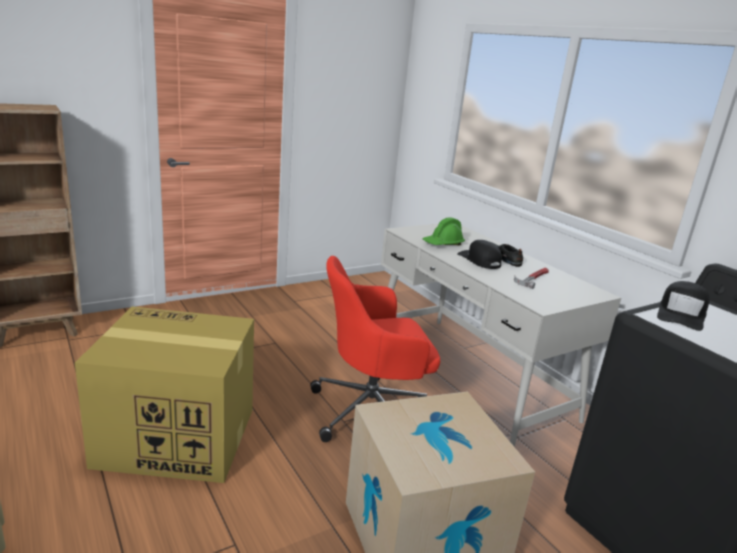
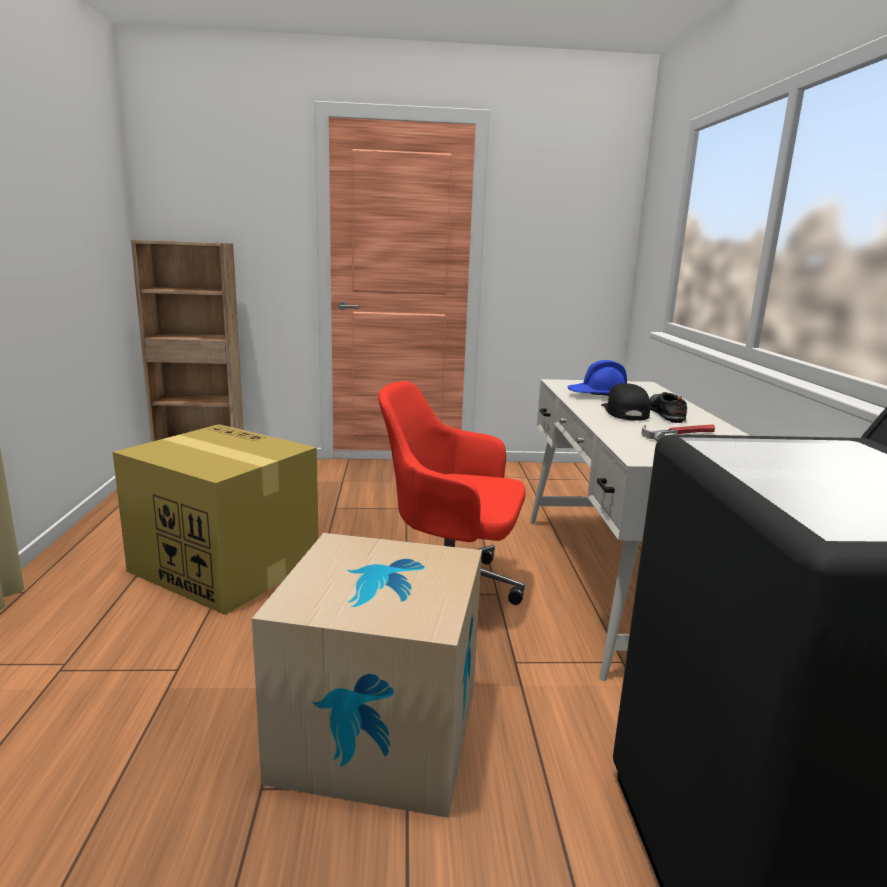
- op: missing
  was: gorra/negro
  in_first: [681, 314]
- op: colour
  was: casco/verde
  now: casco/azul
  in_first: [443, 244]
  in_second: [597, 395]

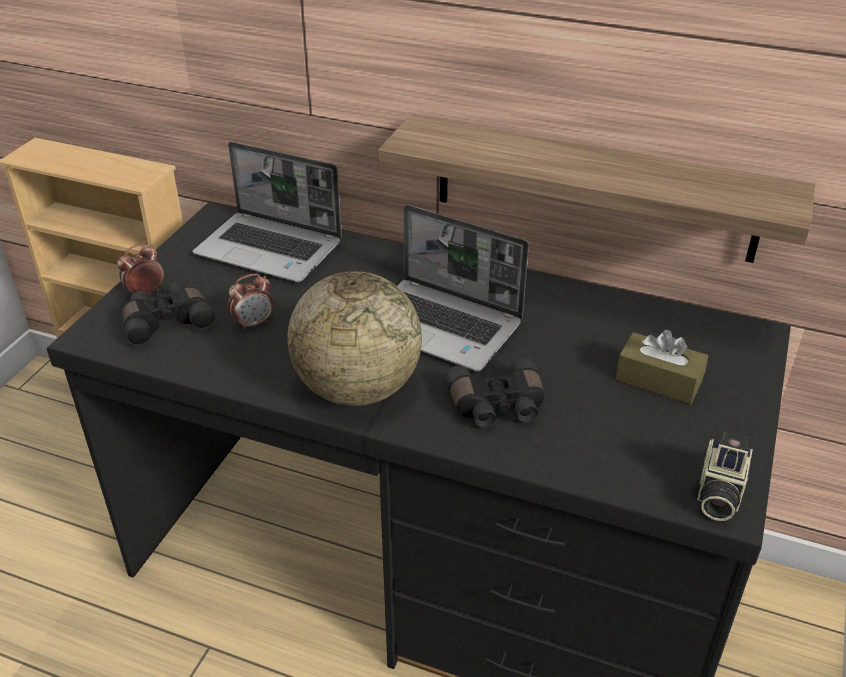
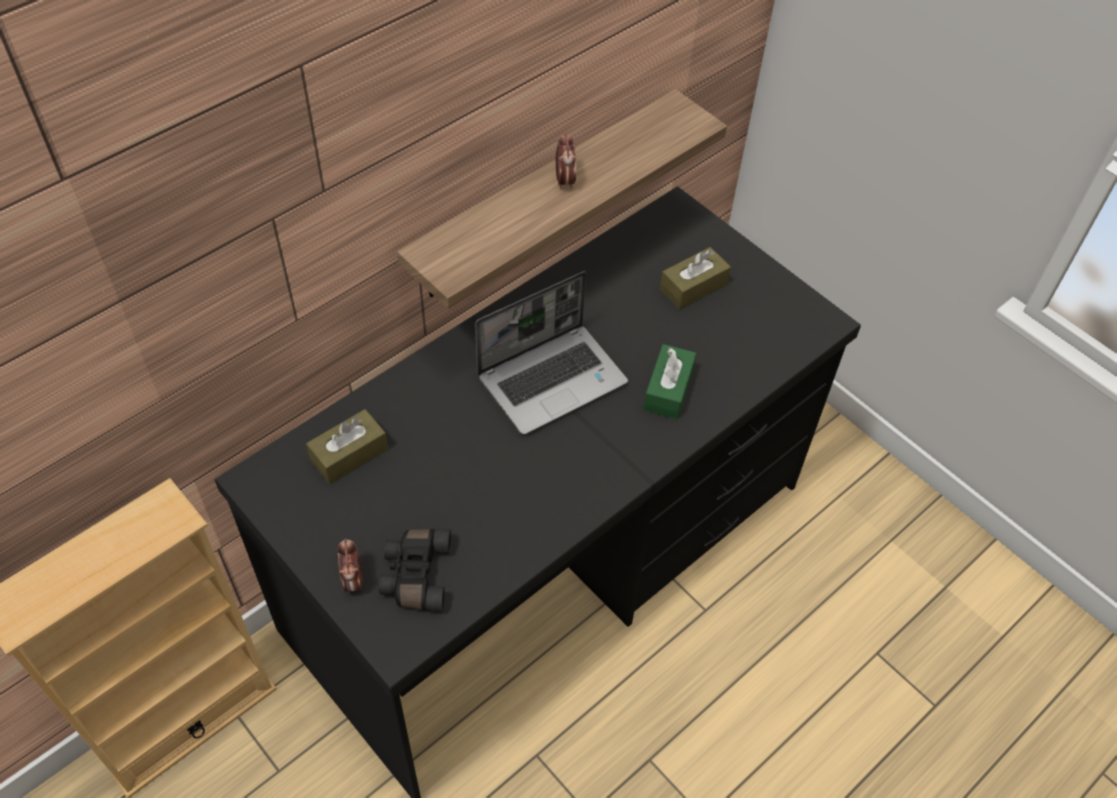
- op: missing
  was: globo terráqueo
  in_first: [357, 388]
- op: missing
  was: cámara
  in_first: [717, 494]
- op: relocated
  was: despertador
  in_first: [253, 323]
  in_second: [564, 181]
- op: exchanged
  was: portátil
  now: caja de pañuelos/marrón
  in_first: [271, 249]
  in_second: [349, 455]
- op: exchanged
  was: prismáticos/negro
  now: caja de pañuelos/verde
  in_first: [497, 407]
  in_second: [668, 390]

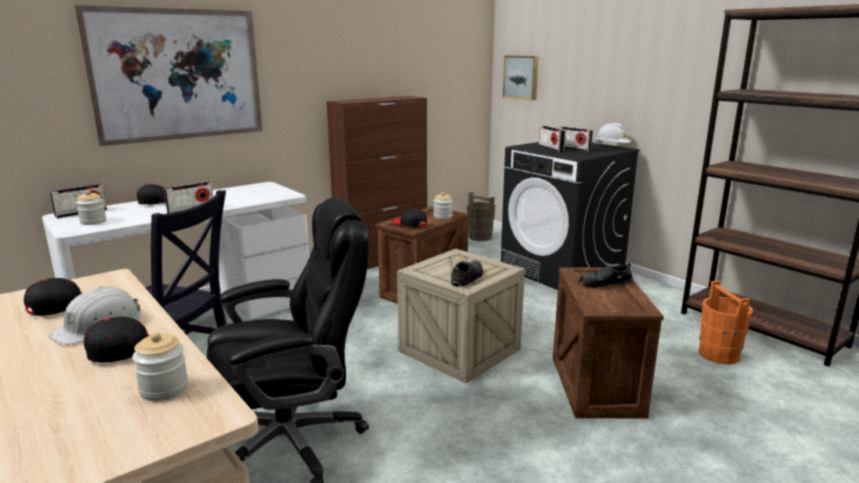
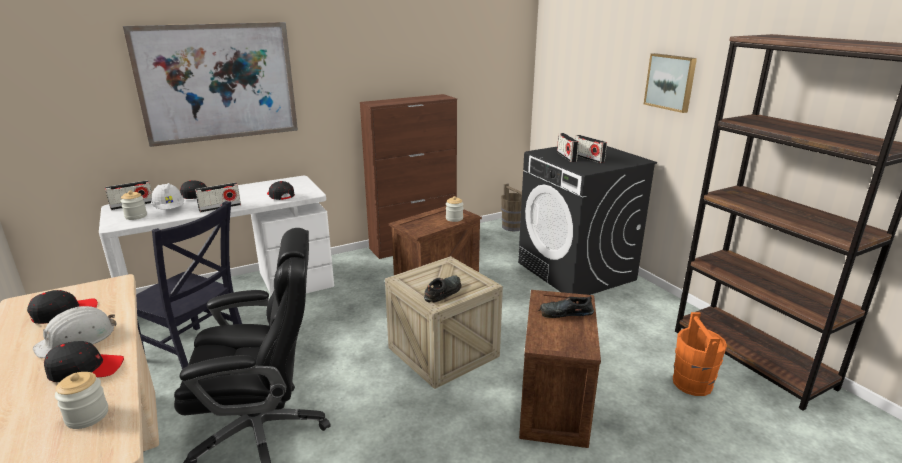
- op: relocated
  was: gorra/negro
  in_first: [410, 224]
  in_second: [280, 195]
- op: relocated
  was: cuadro
  in_first: [521, 77]
  in_second: [671, 82]
- op: relocated
  was: casco/blanco
  in_first: [612, 147]
  in_second: [169, 209]

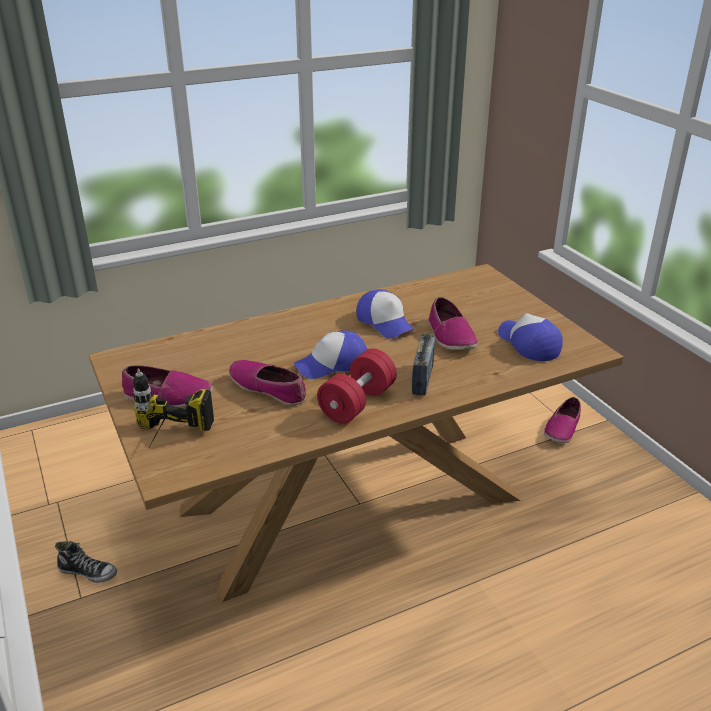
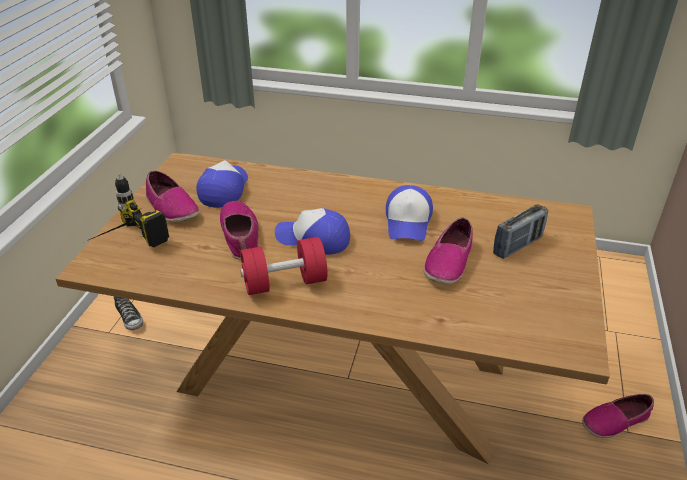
- op: relocated
  was: radio
  in_first: [422, 379]
  in_second: [517, 246]
- op: relocated
  was: gorra
  in_first: [528, 344]
  in_second: [224, 189]

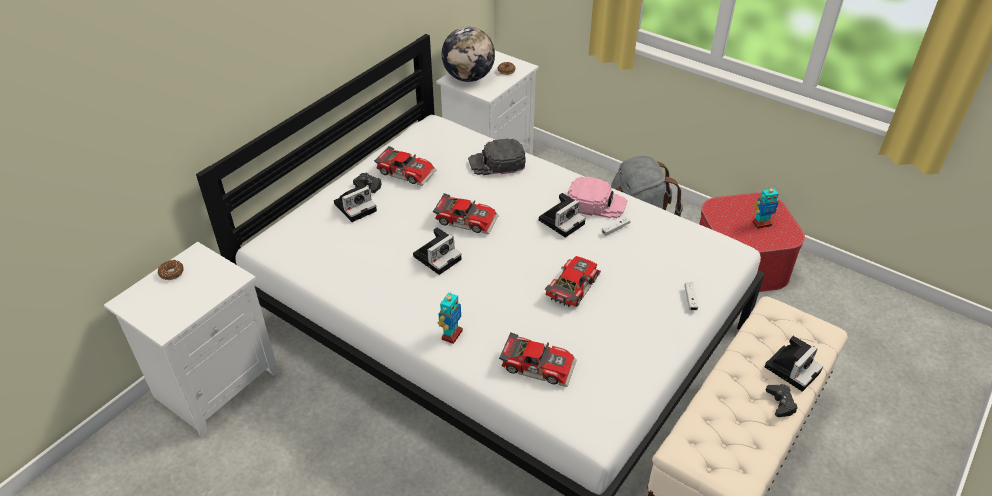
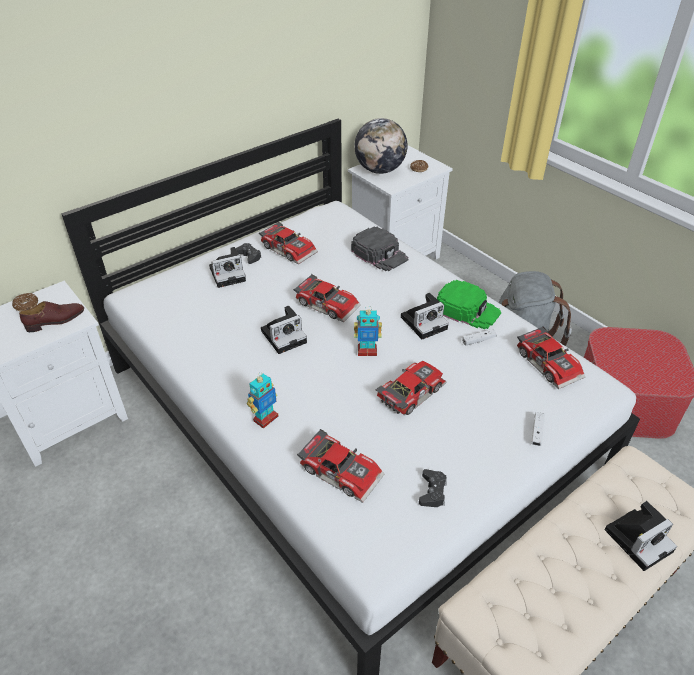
- op: appeared
  now: zapato/marrón
  in_second: [56, 320]
- op: appeared
  now: coche de juguete
  in_second: [550, 363]
- op: relocated
  was: robot de juguete
  in_first: [761, 223]
  in_second: [367, 351]
- op: relocated
  was: mando de consola/negro
  in_first: [780, 403]
  in_second: [432, 491]
- op: colour
  was: gorra/rosa
  now: gorra/verde
  in_first: [596, 202]
  in_second: [467, 309]
- op: spun
  was: gorra/negro
  in_first: [497, 162]
  in_second: [380, 254]
  clockwise: -135

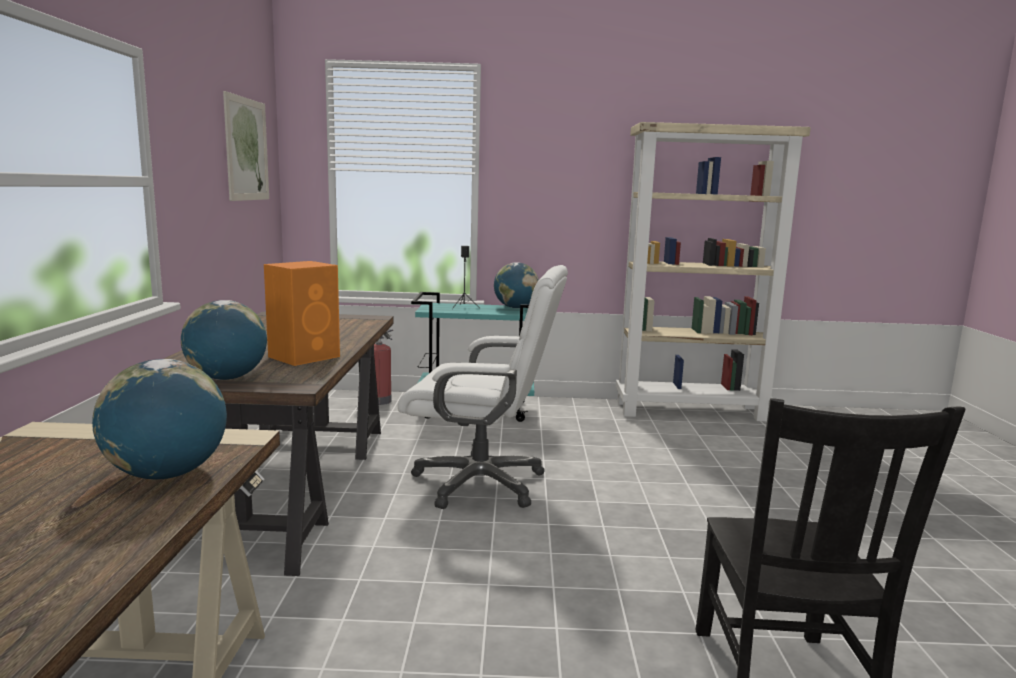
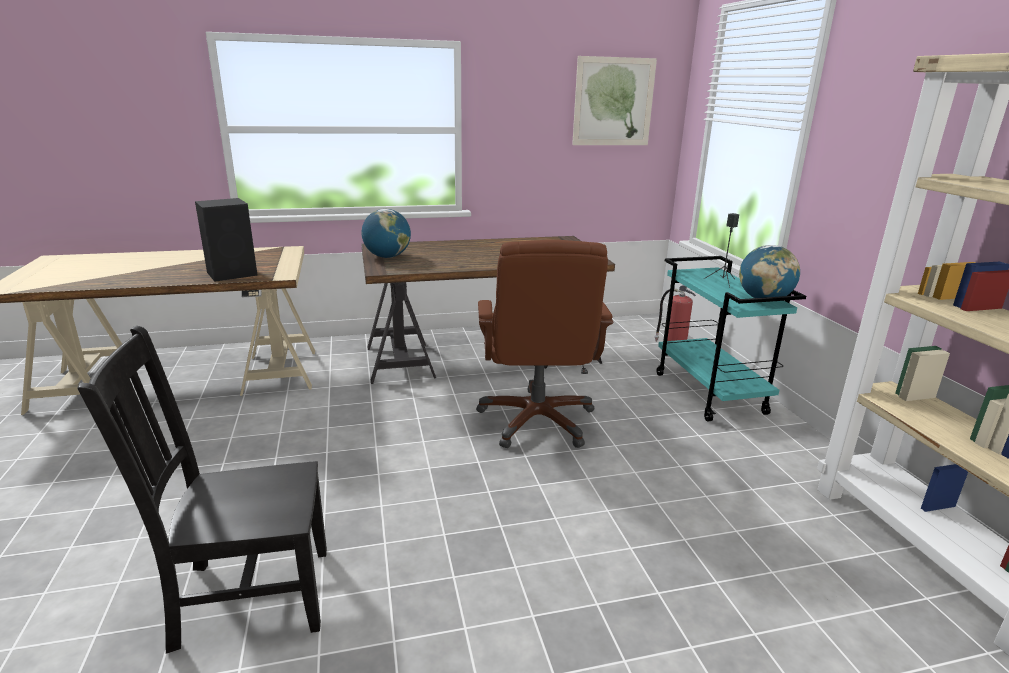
- op: missing
  was: altavoz/naranja
  in_first: [305, 356]
- op: exchanged
  was: globo terráqueo
  now: altavoz/negro
  in_first: [166, 474]
  in_second: [233, 273]
- op: colour
  was: silla de oficina/blanco
  now: silla de oficina/marrón
  in_first: [481, 483]
  in_second: [537, 421]

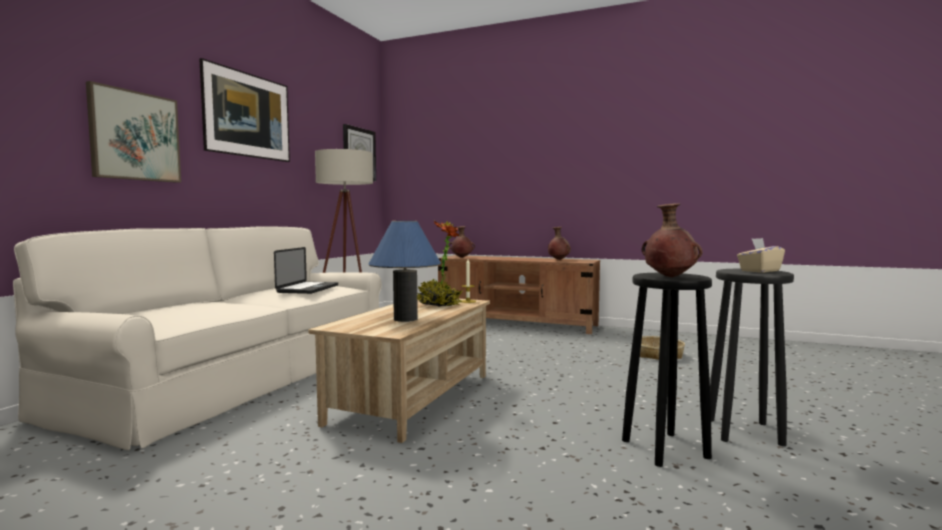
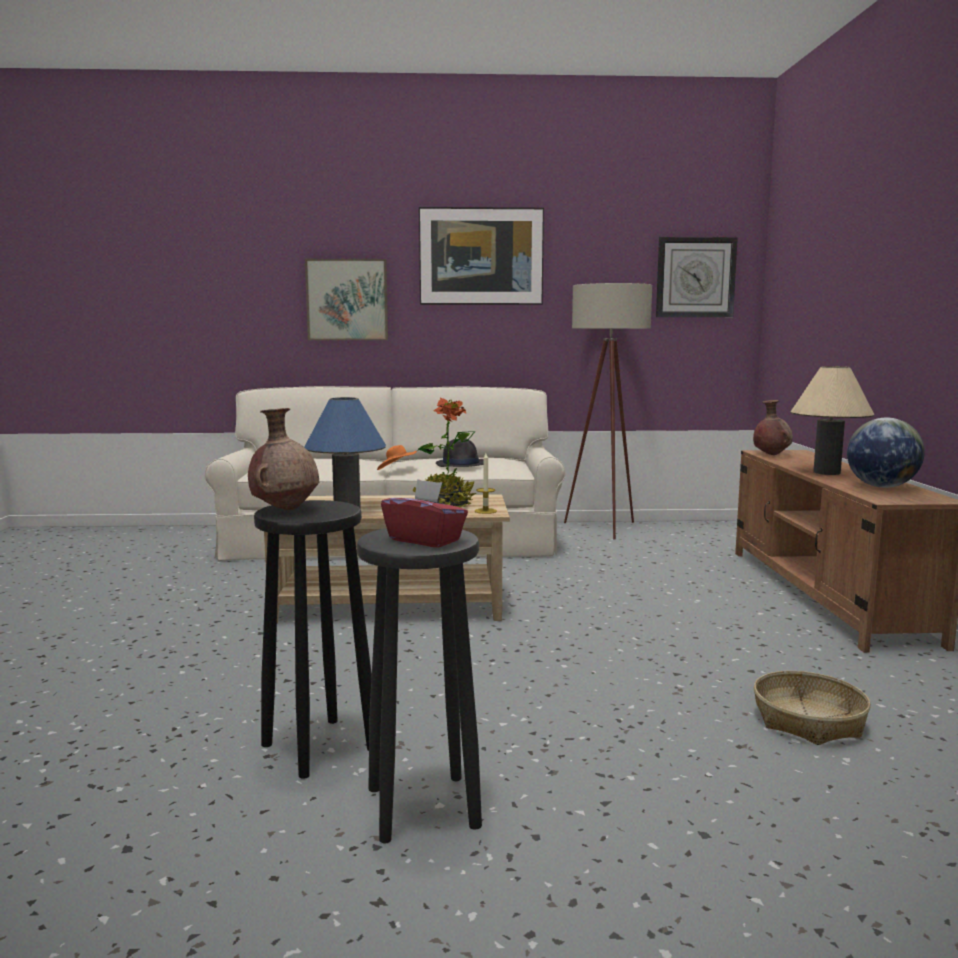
- op: appeared
  now: sombrero/naranja
  in_second: [397, 470]
- op: appeared
  now: lámpara de mesa/beis
  in_second: [826, 472]
- op: exchanged
  was: portátil
  now: sombrero/negro
  in_first: [308, 289]
  in_second: [461, 464]
- op: exchanged
  was: florero/marrón
  now: globo terráqueo
  in_first: [558, 259]
  in_second: [881, 486]
- op: colour
  was: caja de pañuelos/beis
  now: caja de pañuelos/rojo
  in_first: [759, 271]
  in_second: [425, 540]

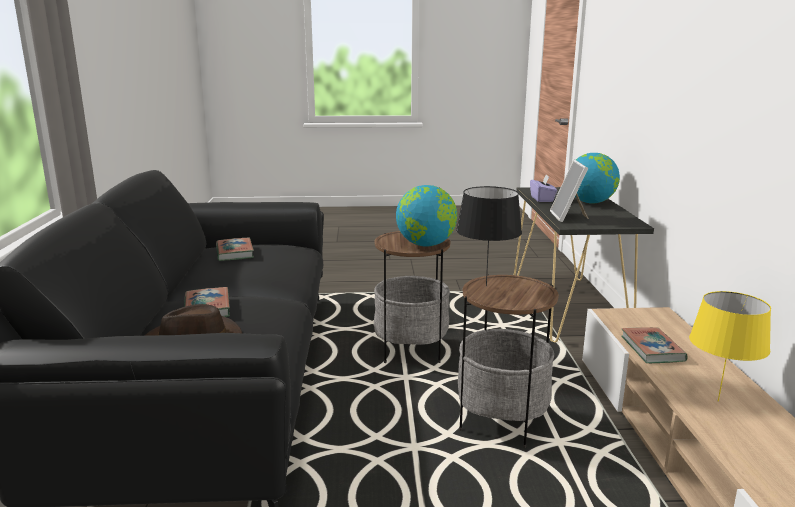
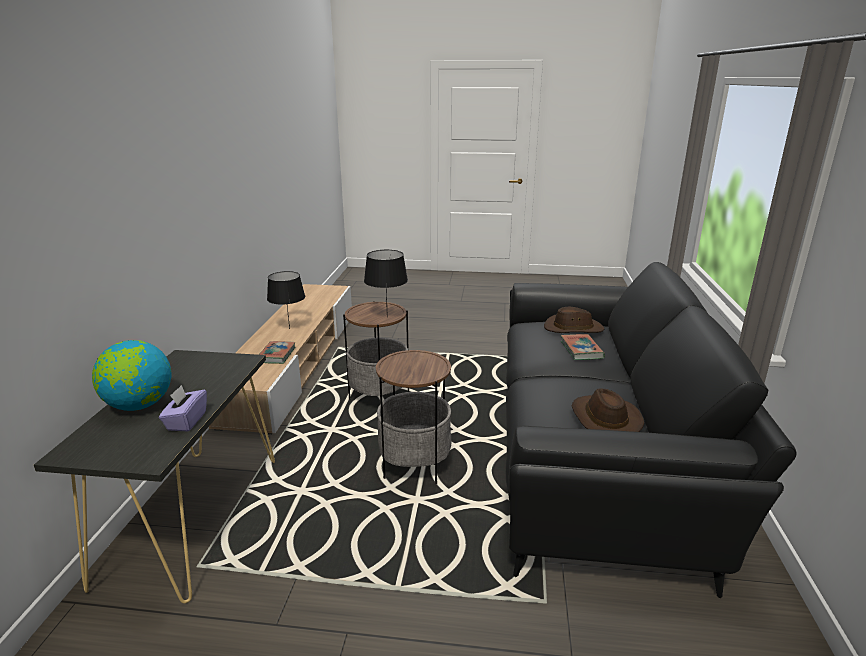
- op: missing
  was: globo terráqueo
  in_first: [426, 245]
- op: missing
  was: portarretratos
  in_first: [568, 217]
- op: exchanged
  was: libro
  now: sombrero/marrón
  in_first: [234, 253]
  in_second: [604, 419]
- op: colour
  was: lámpara de mesa/amarillo
  now: lámpara de mesa/negro
  in_first: [717, 400]
  in_second: [289, 329]

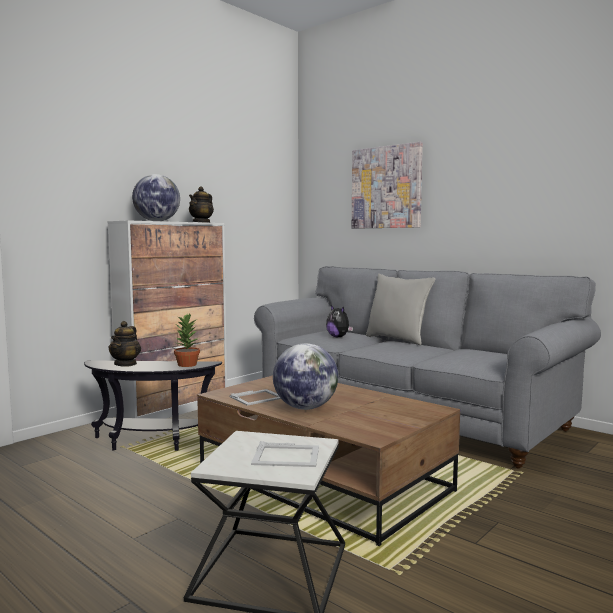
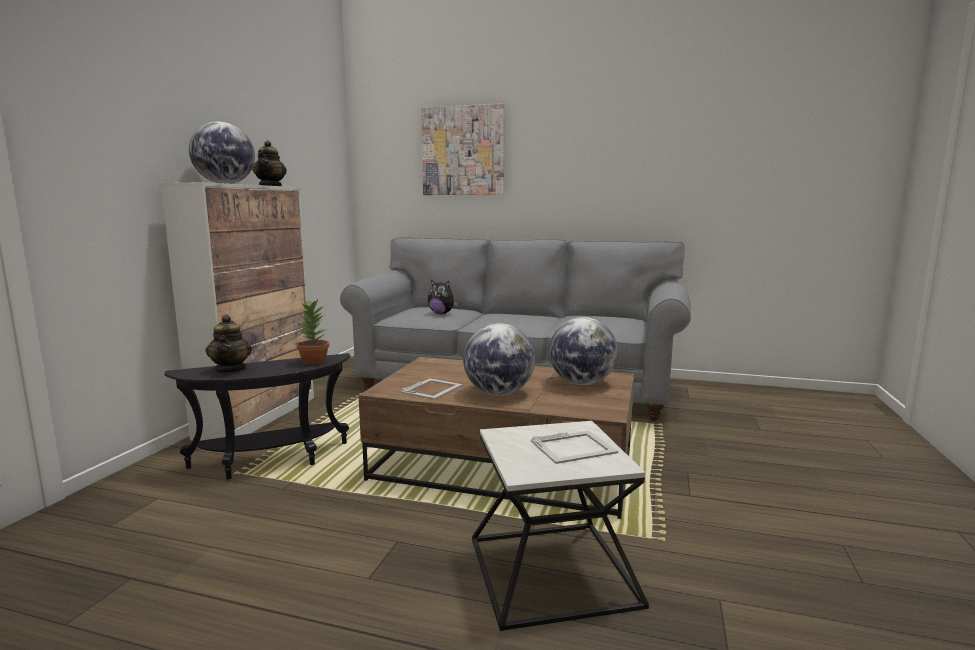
- op: missing
  was: cojín/gris
  in_first: [397, 340]
- op: appeared
  now: globo terráqueo
  in_second: [581, 383]

